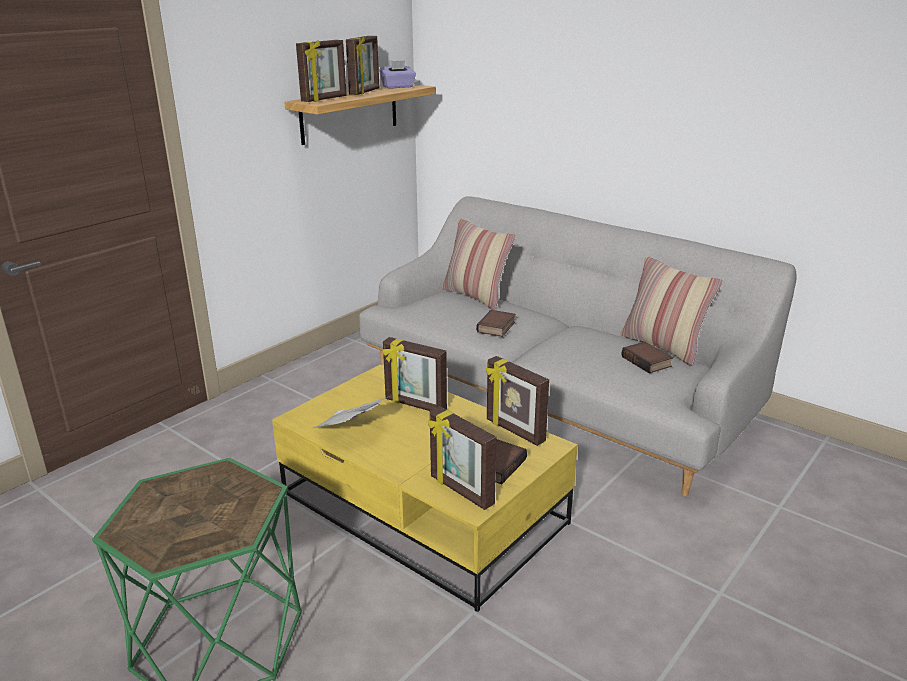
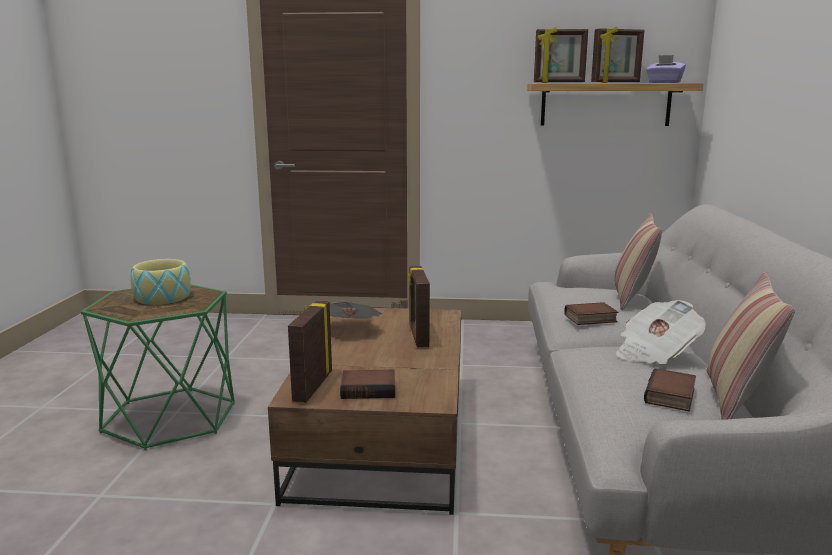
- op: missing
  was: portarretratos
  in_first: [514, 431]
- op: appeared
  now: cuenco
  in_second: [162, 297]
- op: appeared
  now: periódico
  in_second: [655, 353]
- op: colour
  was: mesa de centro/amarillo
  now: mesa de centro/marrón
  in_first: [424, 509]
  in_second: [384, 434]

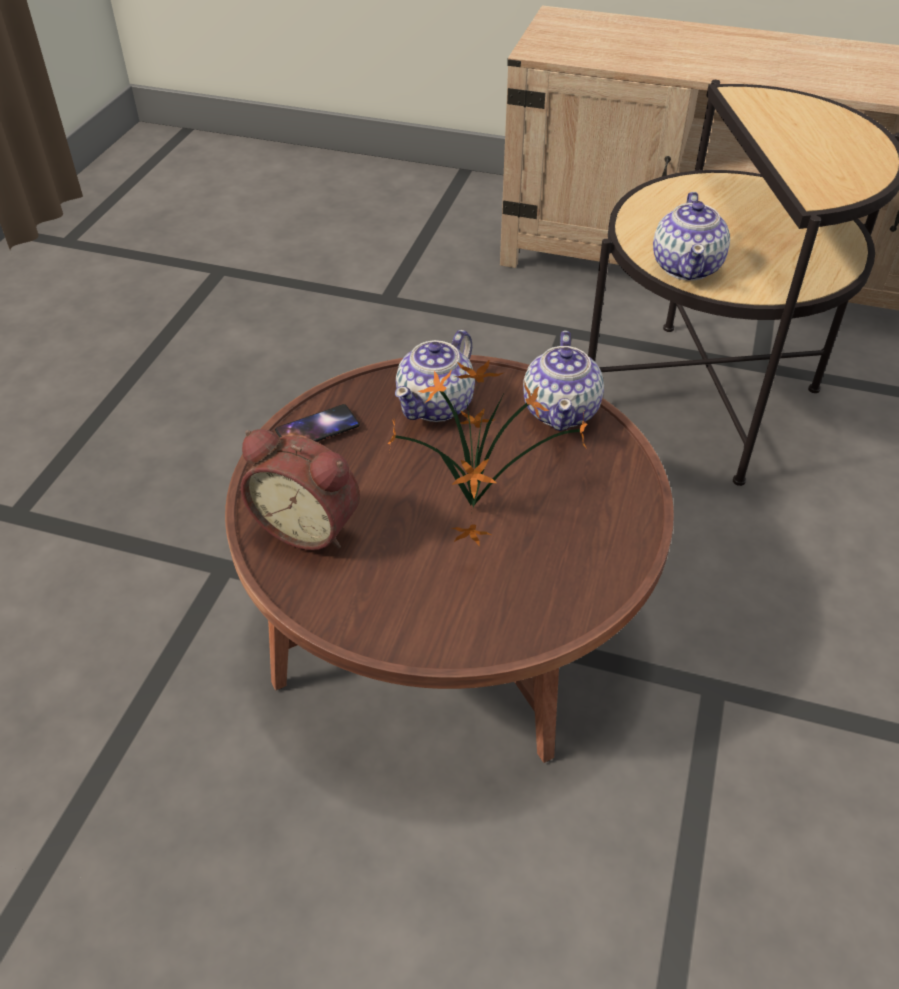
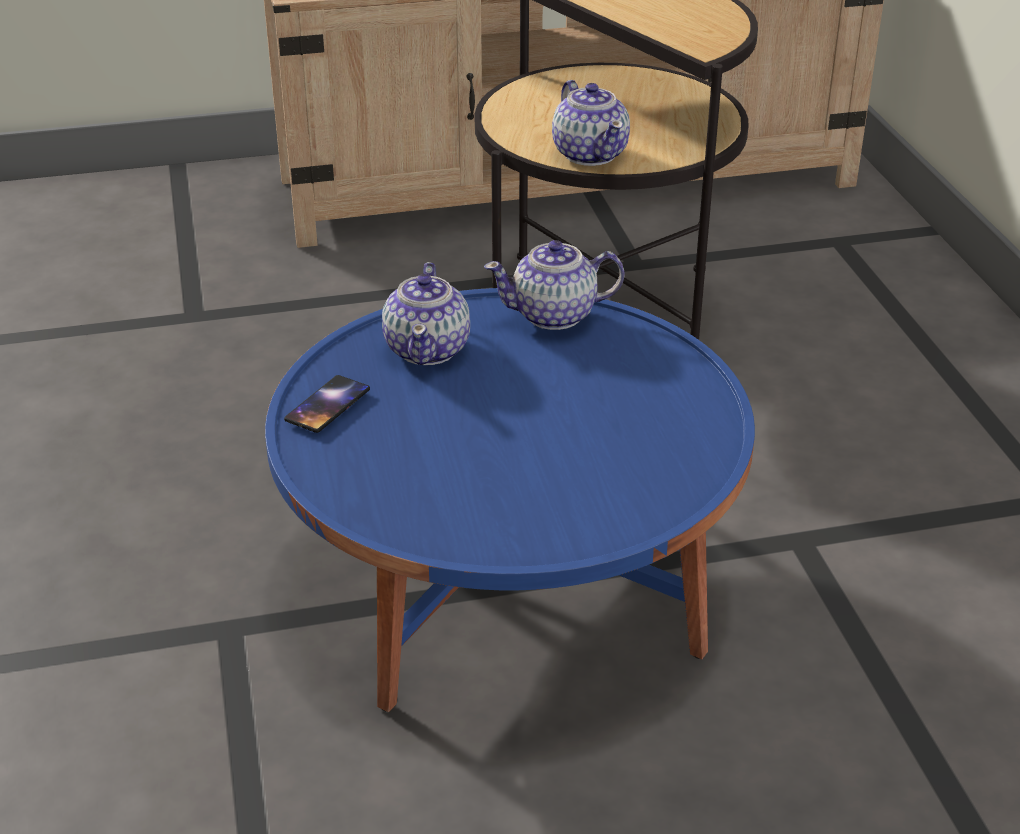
- op: missing
  was: despertador
  in_first: [309, 525]
- op: missing
  was: planta en maceta
  in_first: [474, 504]
- op: colour
  was: mesa de centro/marrón
  now: mesa de centro/azul
  in_first: [449, 613]
  in_second: [509, 576]
- op: spun
  was: tetera
  in_first: [561, 410]
  in_second: [555, 315]
  clockwise: 105

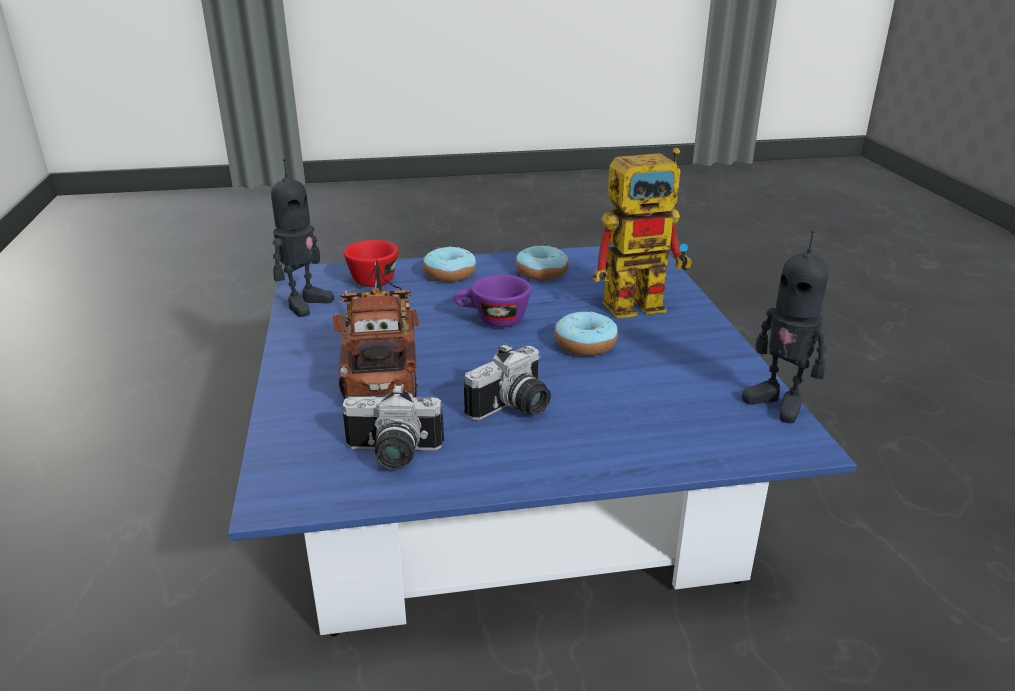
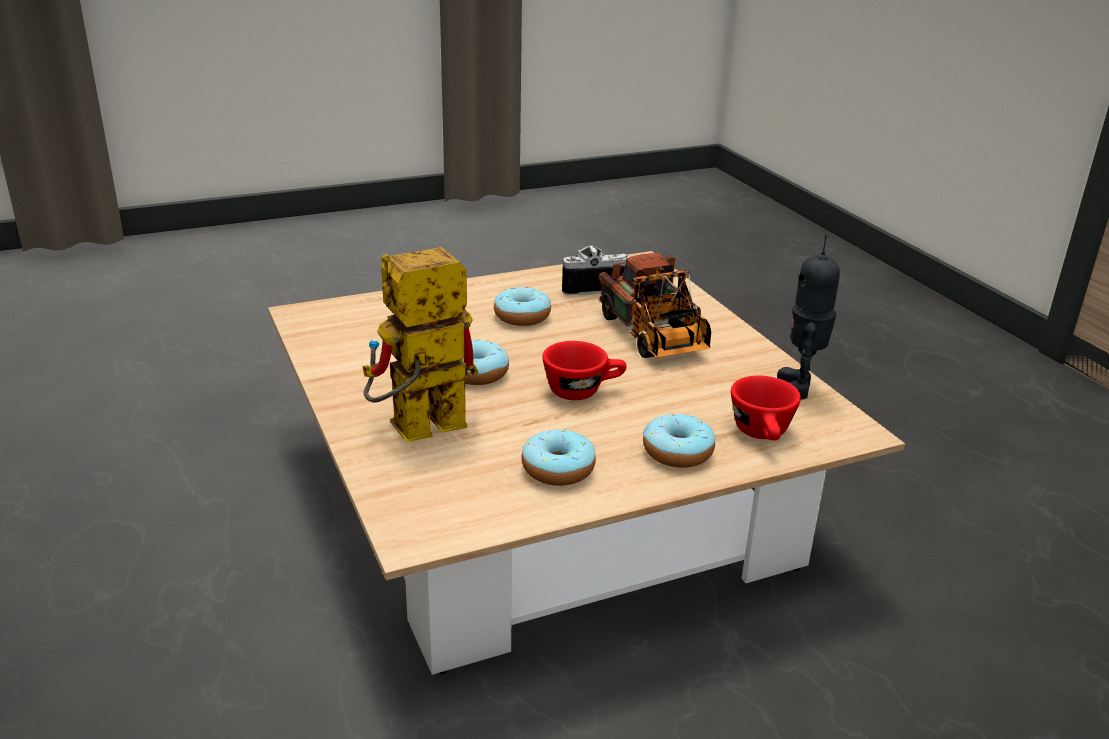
- op: missing
  was: robot de juguete
  in_first: [778, 403]
- op: exchanged
  was: cámara
  now: rosquilla
  in_first: [514, 409]
  in_second: [522, 316]
- op: colour
  was: mesa de centro/azul
  now: mesa de centro/beis
  in_first: [509, 473]
  in_second: [548, 504]
- op: colour
  was: taza/morado
  now: taza/rojo
  in_first: [492, 320]
  in_second: [583, 390]

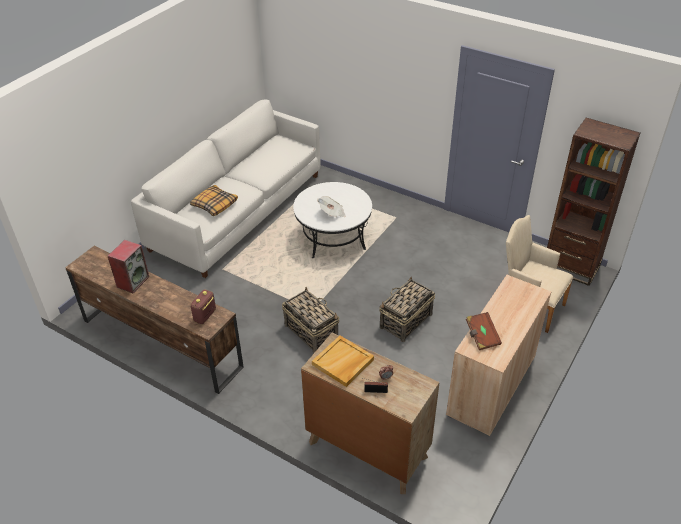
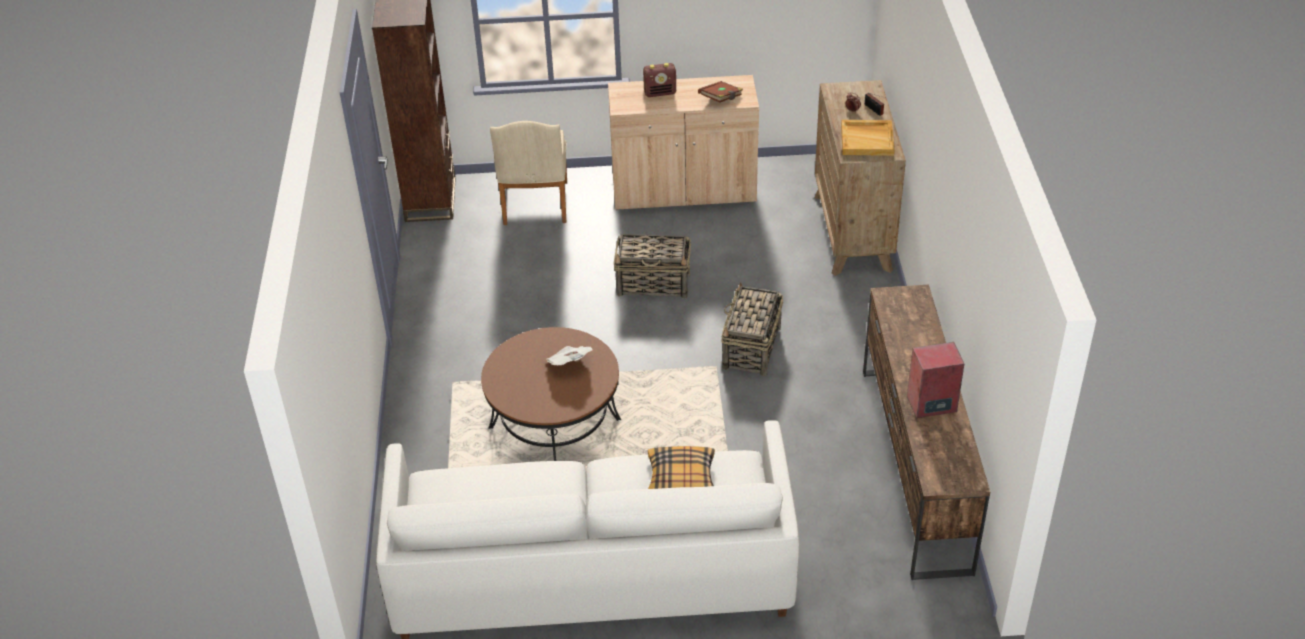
- op: relocated
  was: radio
  in_first: [205, 316]
  in_second: [660, 93]
- op: colour
  was: mesa de centro/blanco
  now: mesa de centro/marrón
  in_first: [333, 236]
  in_second: [554, 424]

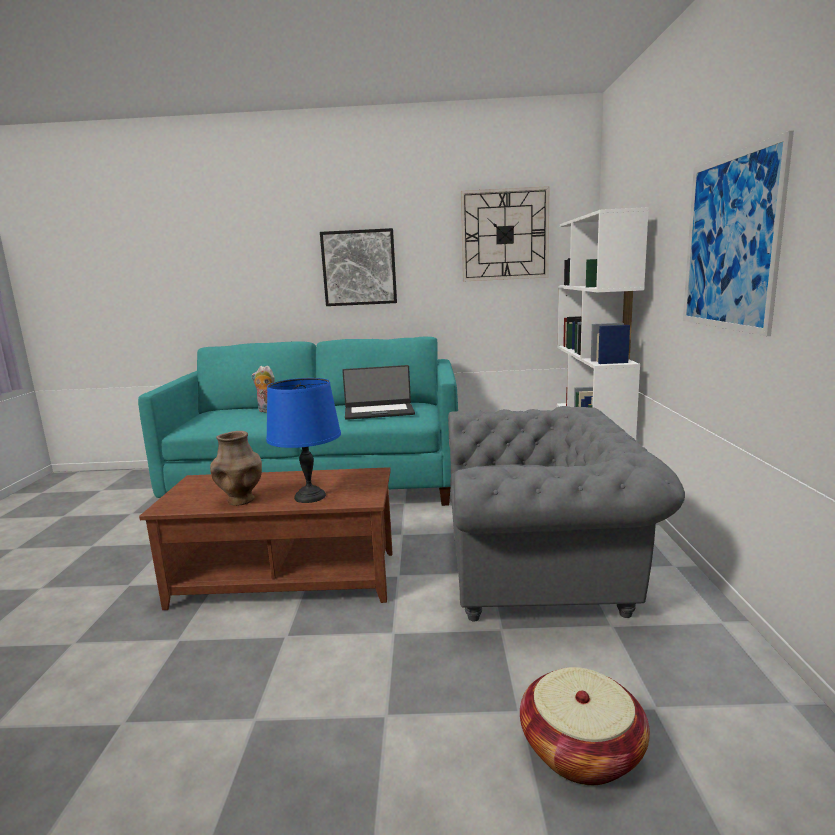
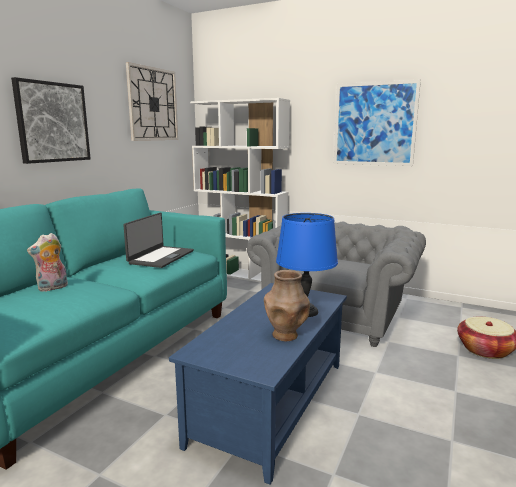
- op: colour
  was: mesa de centro/marrón
  now: mesa de centro/azul
  in_first: [286, 578]
  in_second: [269, 401]

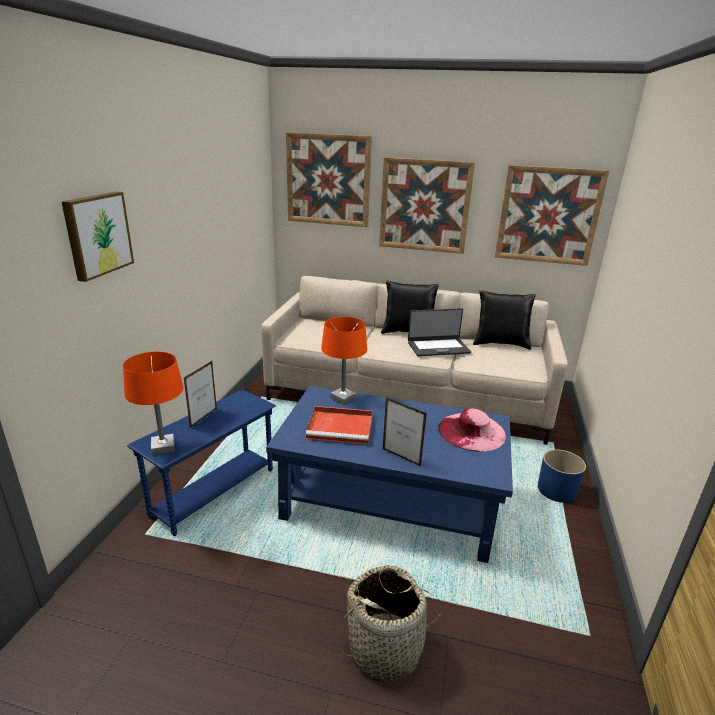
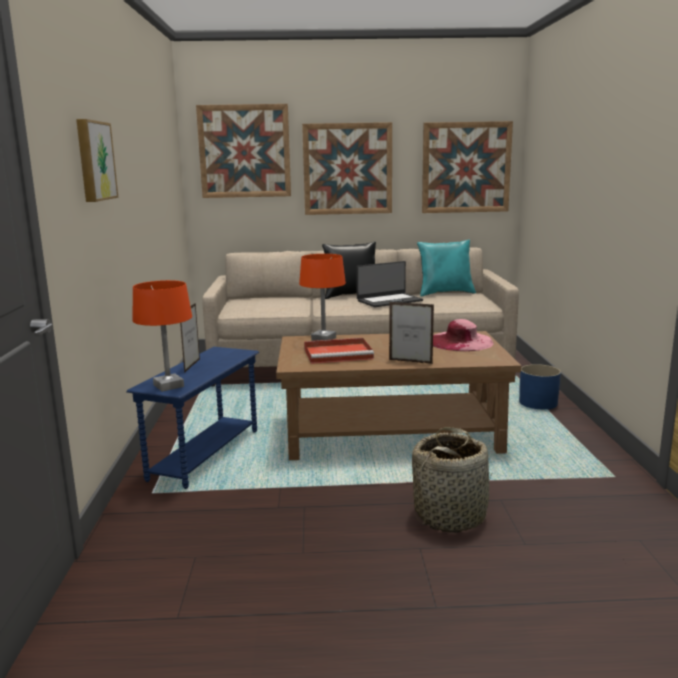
- op: colour
  was: mesa de centro/azul
  now: mesa de centro/marrón
  in_first: [391, 500]
  in_second: [391, 432]
- op: colour
  was: cojín/negro
  now: cojín/turquesa
  in_first: [501, 343]
  in_second: [445, 293]

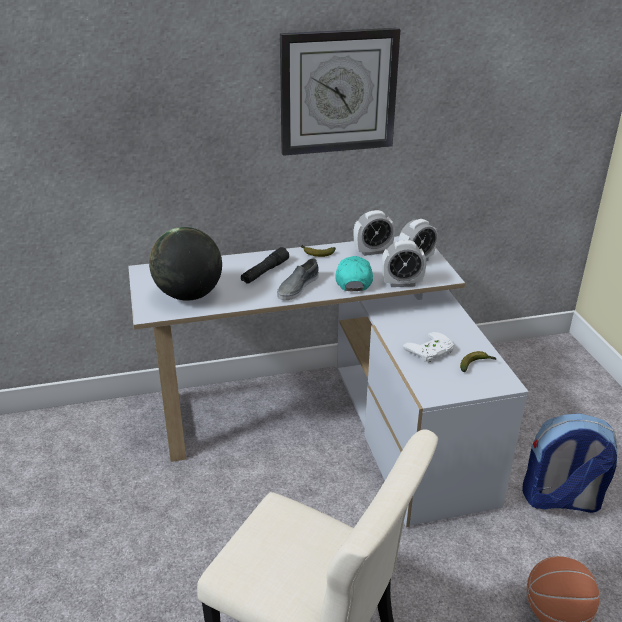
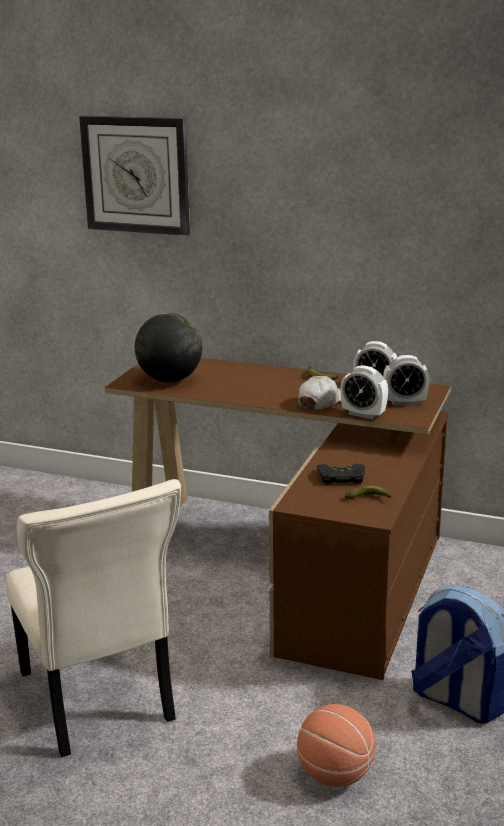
- op: missing
  was: linterna/negro
  in_first: [265, 272]
- op: missing
  was: zapato/gris
  in_first: [297, 287]
- op: relocated
  was: reloj de pared
  in_first: [338, 92]
  in_second: [136, 175]
- op: colour
  was: escritorio/blanco
  now: escritorio/marrón
  in_first: [331, 423]
  in_second: [296, 562]
- op: colour
  was: gorra/turquesa
  now: gorra/blanco
  in_first: [353, 280]
  in_second: [322, 402]
- op: colour
  was: mando de consola/blanco
  now: mando de consola/negro
  in_first: [431, 352]
  in_second: [341, 478]

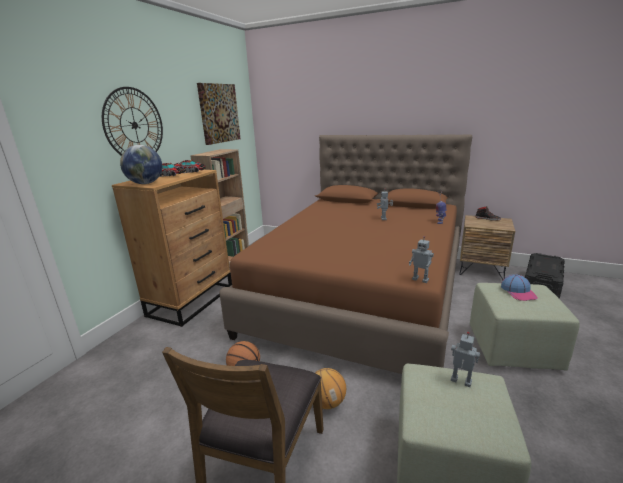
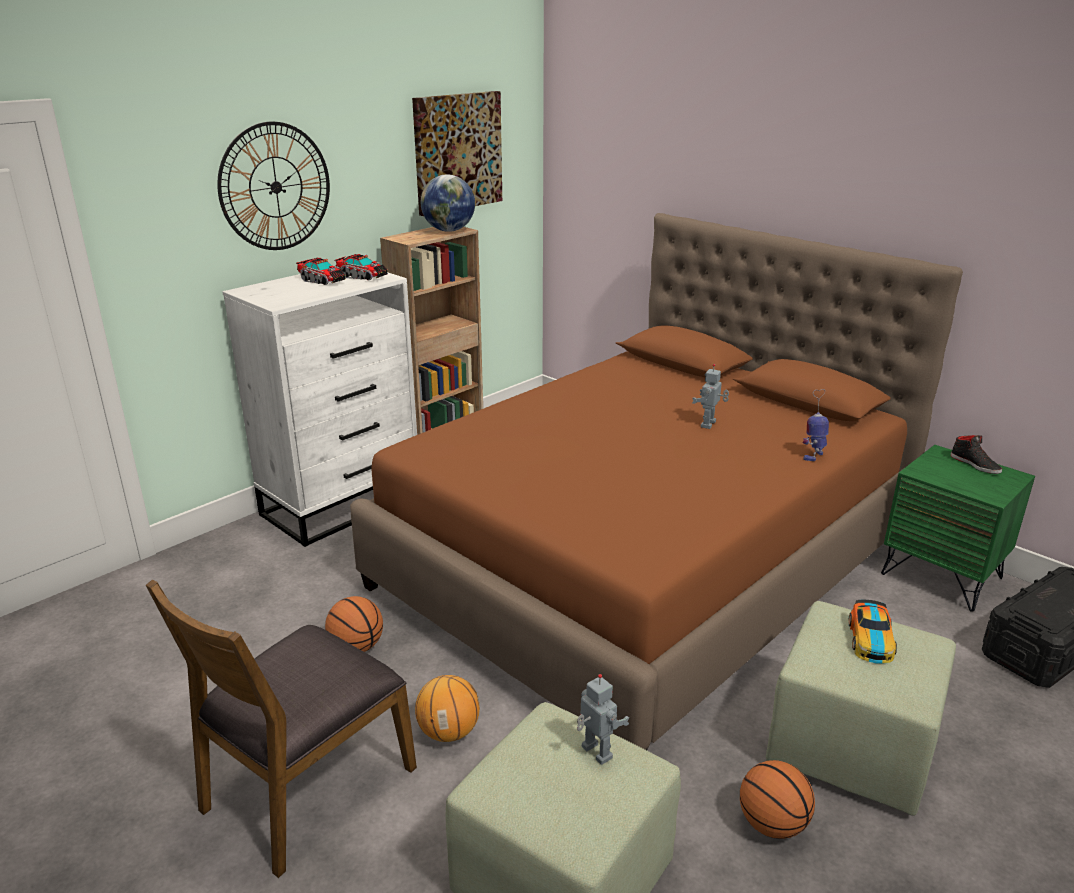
- op: missing
  was: robot de juguete
  in_first: [420, 279]
- op: appeared
  now: balón de baloncesto
  in_second: [772, 824]
- op: relocated
  was: globo terráqueo
  in_first: [145, 183]
  in_second: [448, 230]
- op: exchanged
  was: gorra
  now: coche de juguete
  in_first: [518, 292]
  in_second: [870, 640]
- op: colour
  was: cómoda/marrón
  now: cómoda/blanco
  in_first: [192, 300]
  in_second: [343, 504]
- op: colour
  was: mesita de noche/marrón
  now: mesita de noche/verde
  in_first: [481, 270]
  in_second: [942, 575]

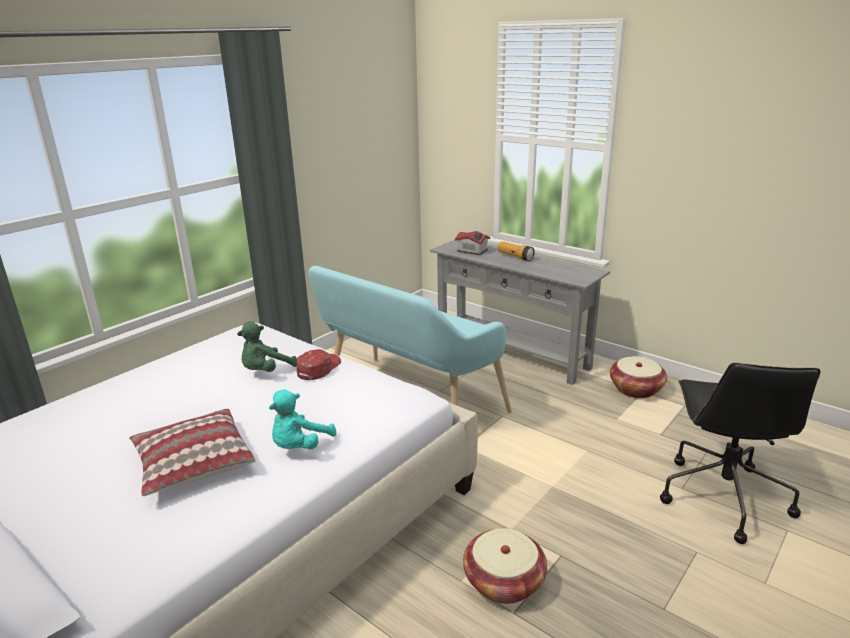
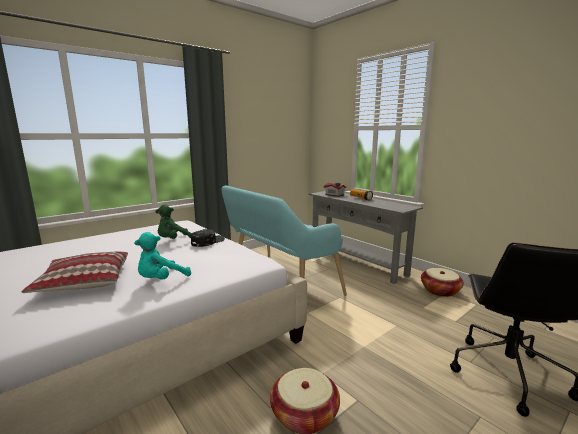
- op: colour
  was: gorra/rojo
  now: gorra/negro
  in_first: [318, 368]
  in_second: [207, 242]

